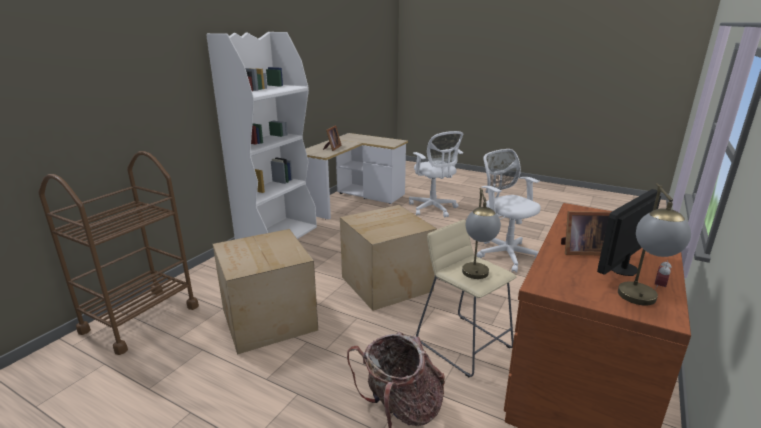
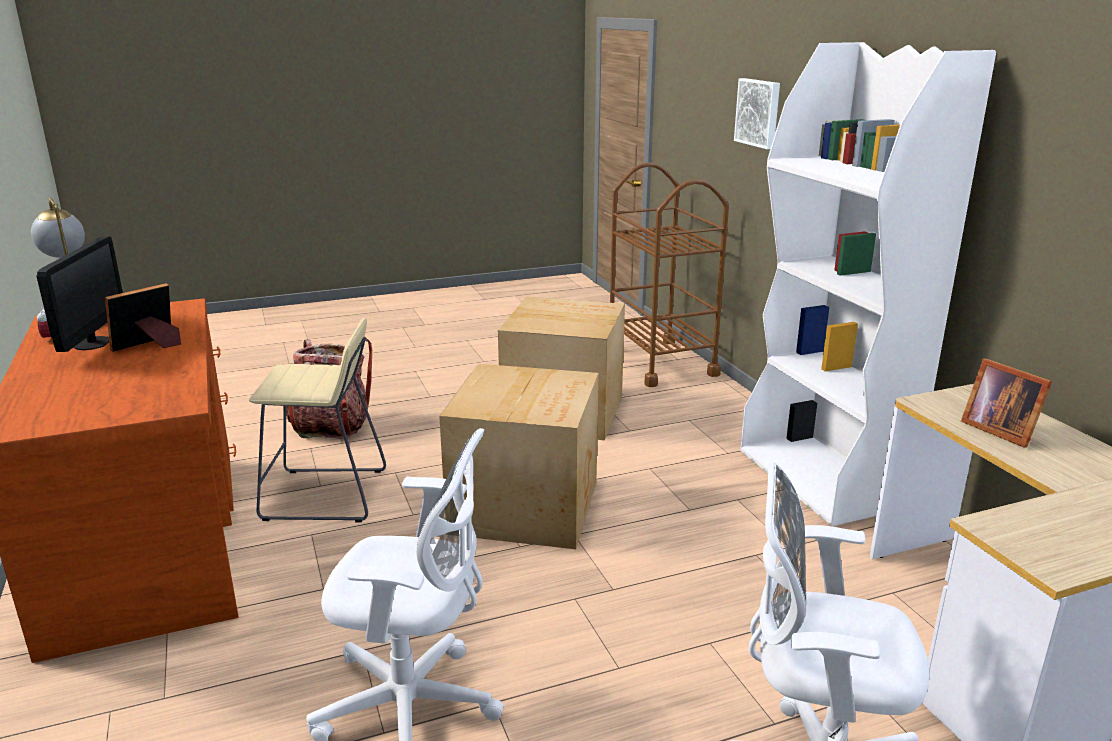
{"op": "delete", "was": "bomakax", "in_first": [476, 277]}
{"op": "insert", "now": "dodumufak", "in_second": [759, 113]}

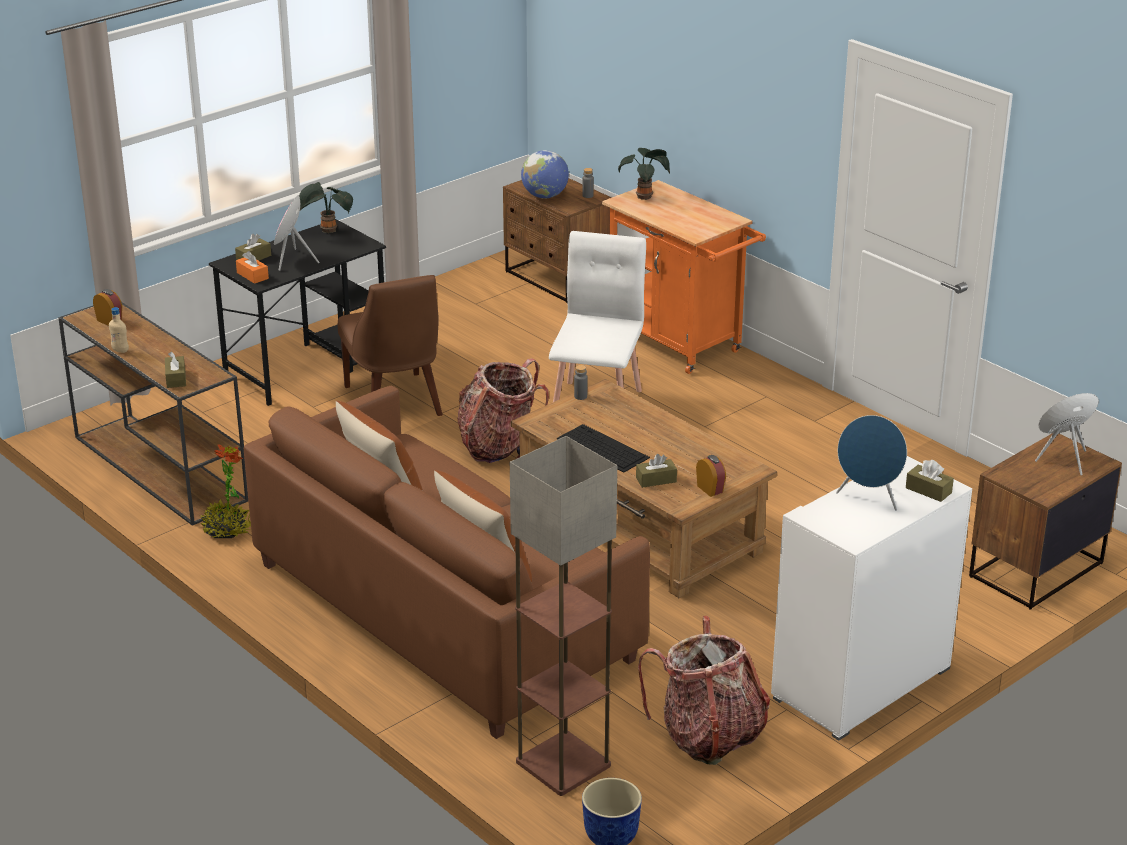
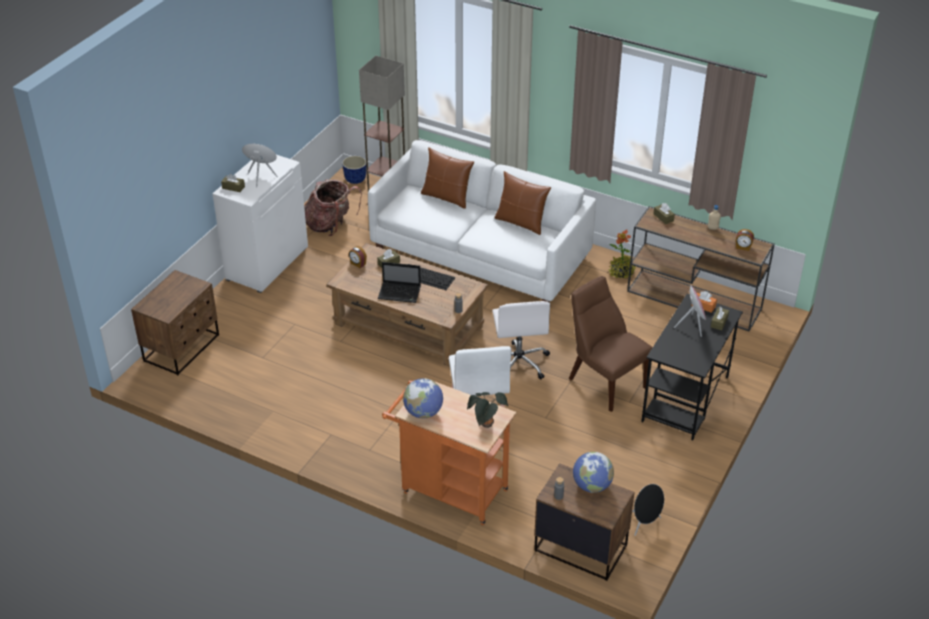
{"op": "delete", "was": "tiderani", "in_first": [327, 231]}
{"op": "replace", "was": "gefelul", "now": "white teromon", "in_first": [499, 446], "in_second": [518, 363]}
{"op": "recolor", "was": "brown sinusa", "now": "white sinusa", "in_first": [443, 611], "in_second": [481, 254]}
{"op": "move", "was": "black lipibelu", "in_first": [1063, 459], "in_second": [644, 524]}
{"op": "insert", "now": "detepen", "in_second": [400, 293]}
{"op": "insert", "now": "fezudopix", "in_second": [423, 412]}

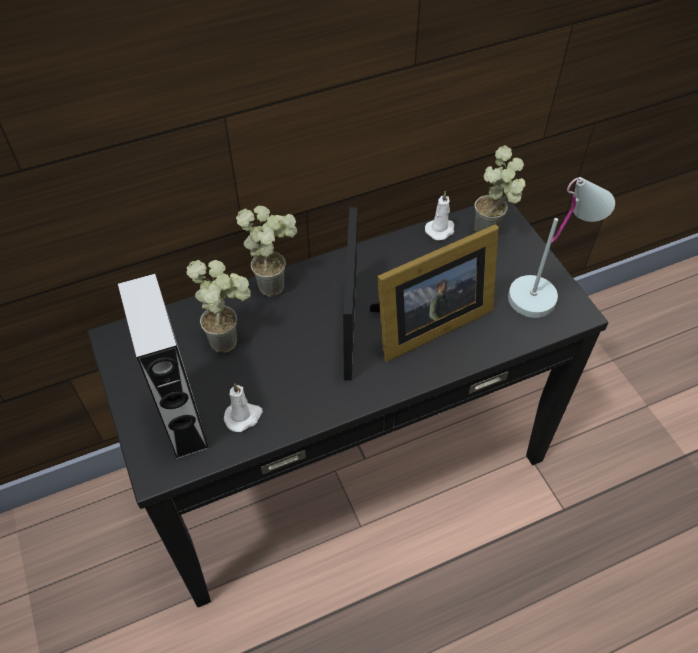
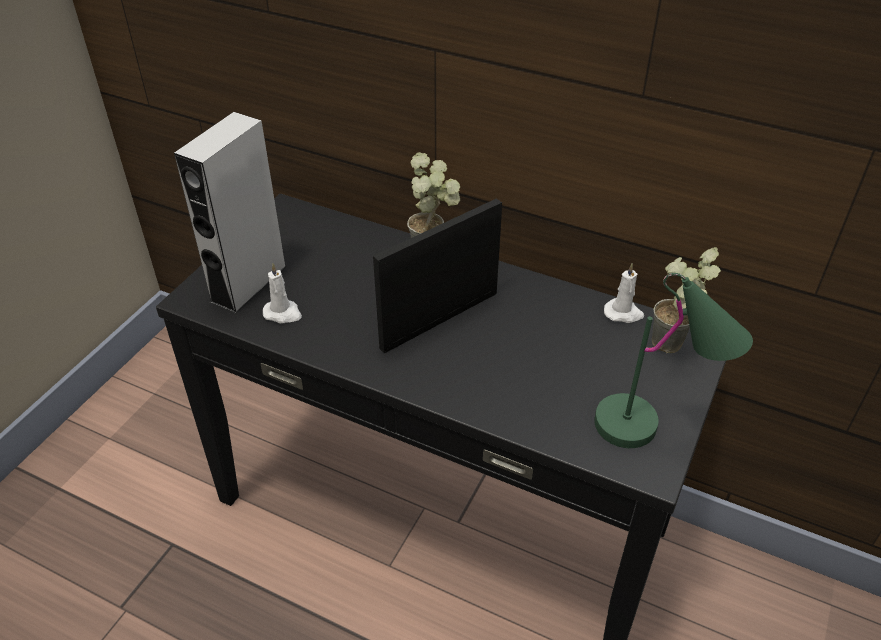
{"op": "recolor", "was": "white bomakax", "now": "green bomakax", "in_first": [548, 288], "in_second": [655, 429]}
{"op": "delete", "was": "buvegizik", "in_first": [426, 324]}
{"op": "delete", "was": "tiderani", "in_first": [230, 338]}

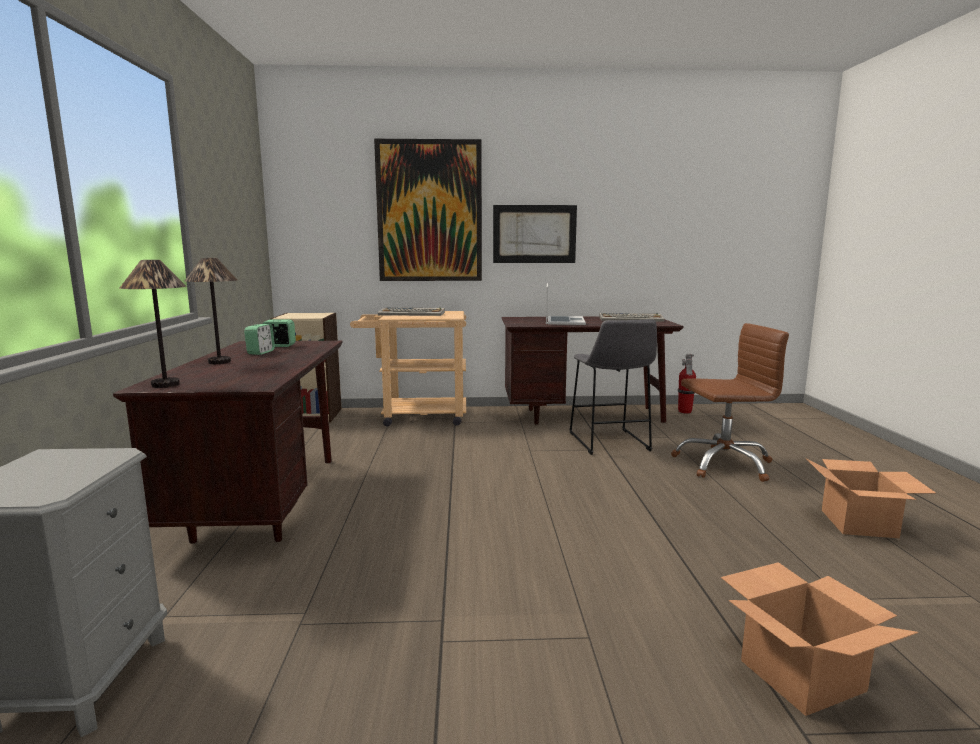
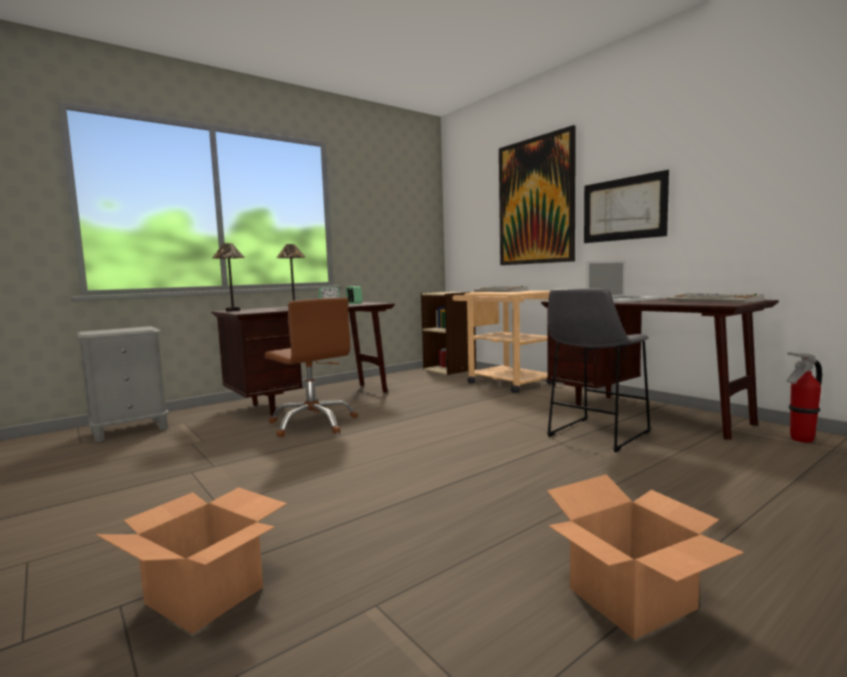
{"op": "move", "was": "brown teromon", "in_first": [723, 464], "in_second": [313, 423]}

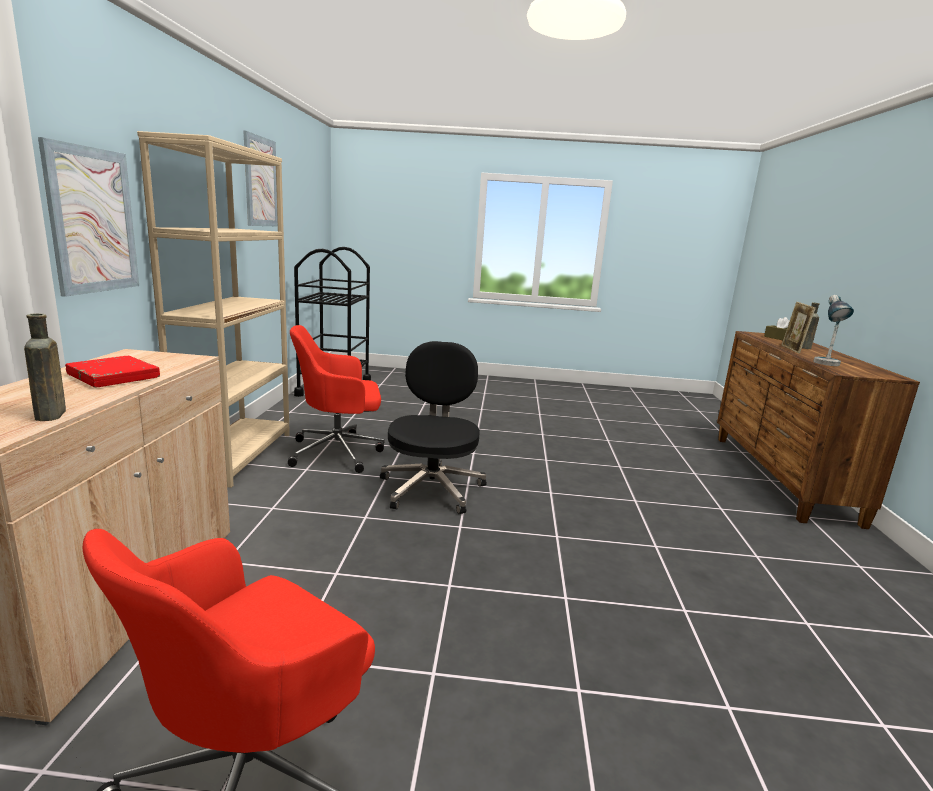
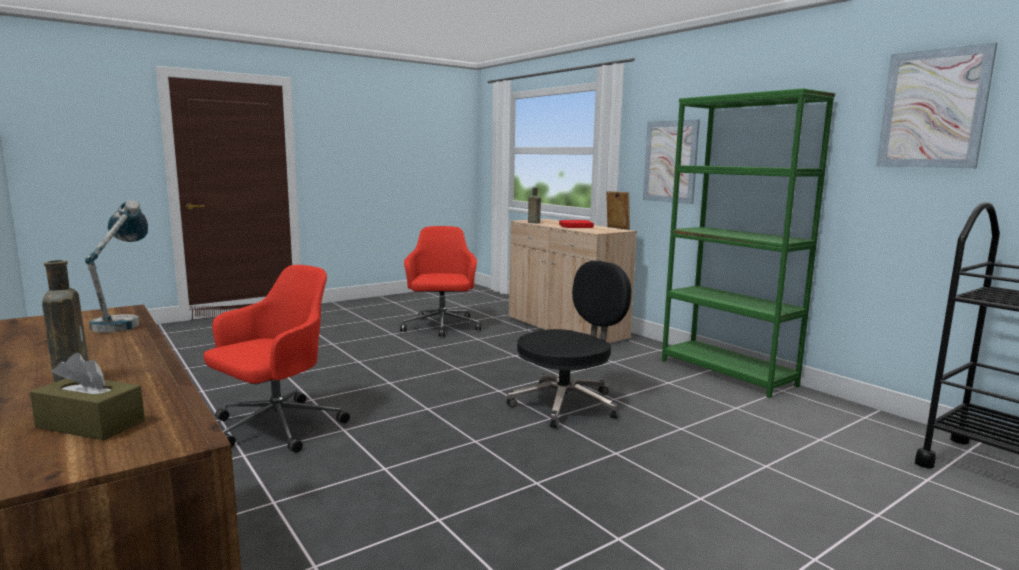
{"op": "recolor", "was": "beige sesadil", "now": "green sesadil", "in_first": [237, 455], "in_second": [727, 373]}
{"op": "move", "was": "buvegizik", "in_first": [792, 349], "in_second": [617, 228]}
{"op": "move", "was": "red teromon", "in_first": [338, 452], "in_second": [276, 427]}
{"op": "rotate", "was": "black teromon", "in_first": [432, 488], "in_second": [567, 404], "clockwise": -90}

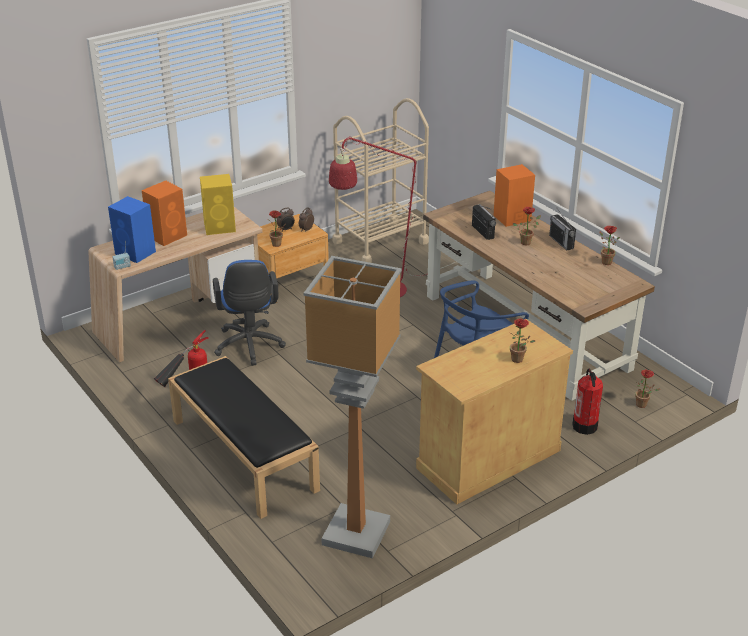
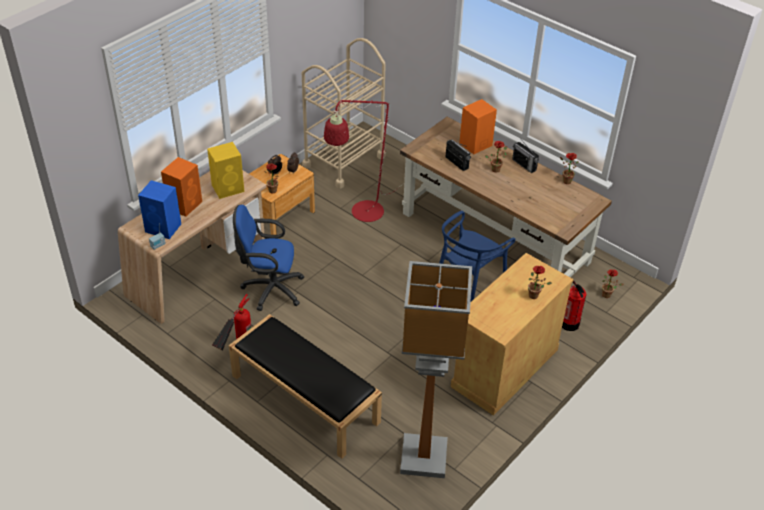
{"op": "rotate", "was": "blue teromon", "in_first": [249, 347], "in_second": [269, 289], "clockwise": 120}

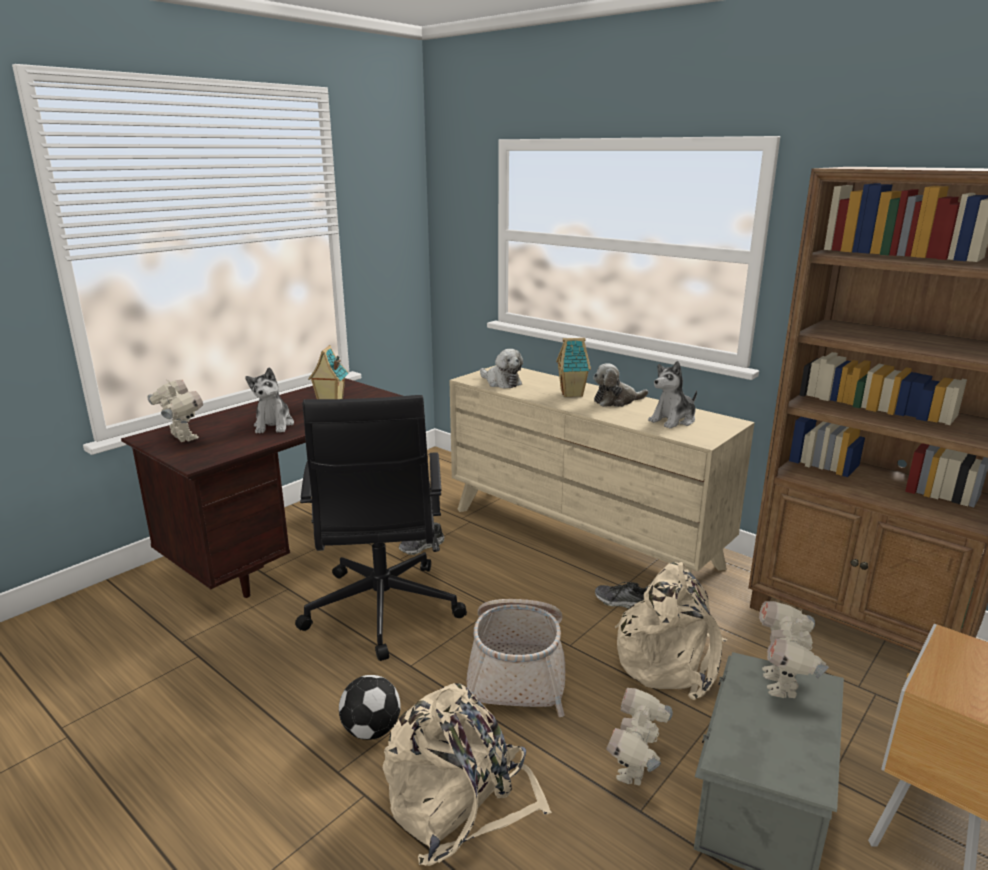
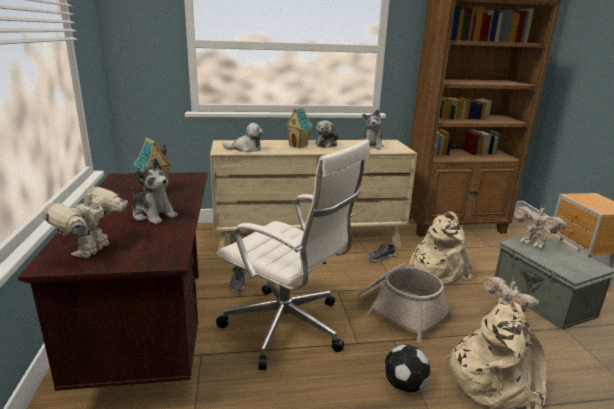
{"op": "rotate", "was": "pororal", "in_first": [182, 438], "in_second": [94, 251], "clockwise": -75}
{"op": "recolor", "was": "black teromon", "now": "white teromon", "in_first": [382, 611], "in_second": [288, 328]}

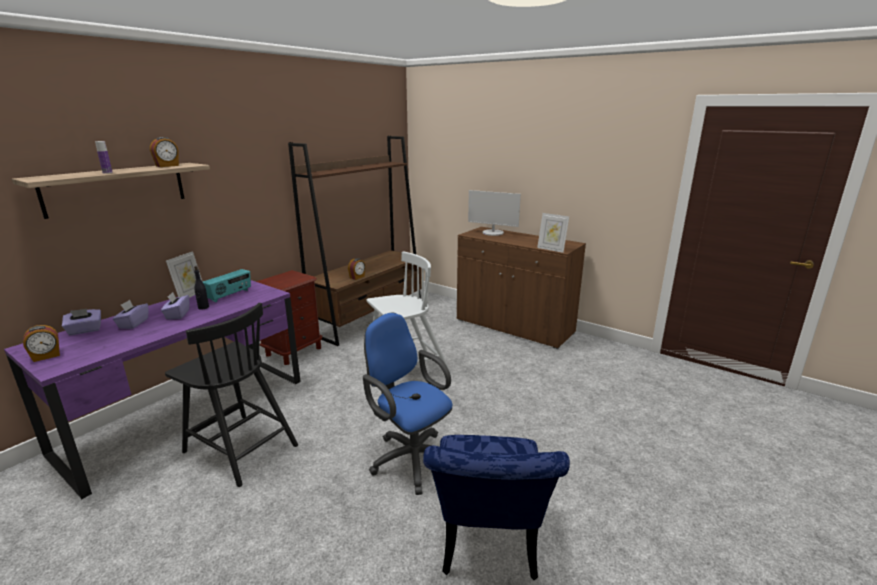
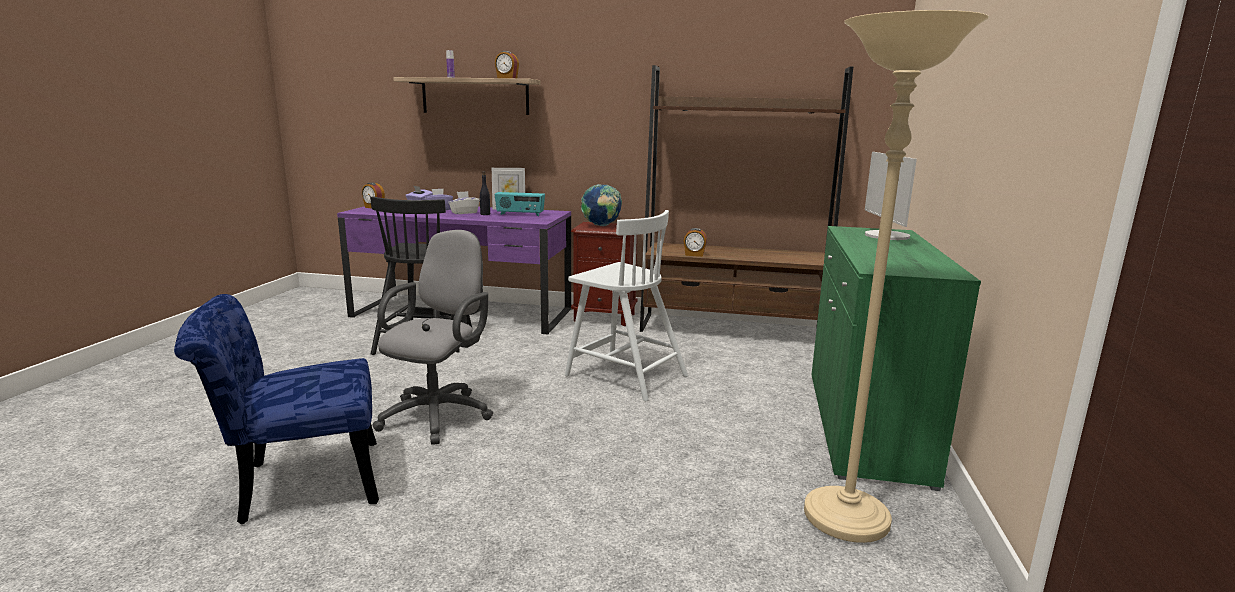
{"op": "delete", "was": "buvegizik", "in_first": [551, 249]}
{"op": "recolor", "was": "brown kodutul", "now": "green kodutul", "in_first": [514, 326], "in_second": [864, 425]}
{"op": "recolor", "was": "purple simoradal", "now": "white simoradal", "in_first": [177, 315], "in_second": [464, 212]}
{"op": "recolor", "was": "blue teromon", "now": "grey teromon", "in_first": [410, 457], "in_second": [440, 414]}
{"op": "insert", "now": "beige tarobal", "in_second": [846, 519]}
{"op": "insert", "now": "fezudopix", "in_second": [601, 226]}

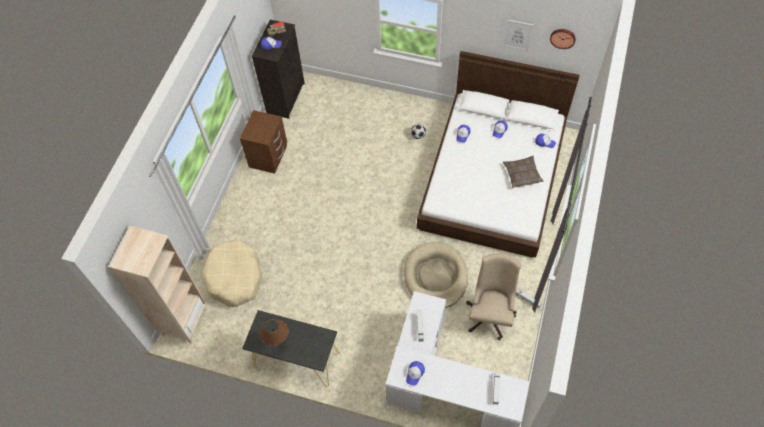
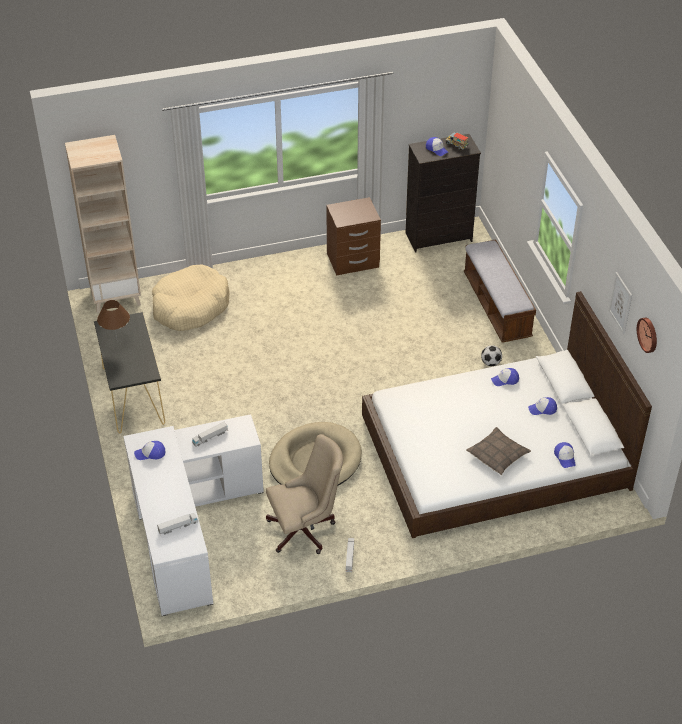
{"op": "insert", "now": "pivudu", "in_second": [496, 306]}

